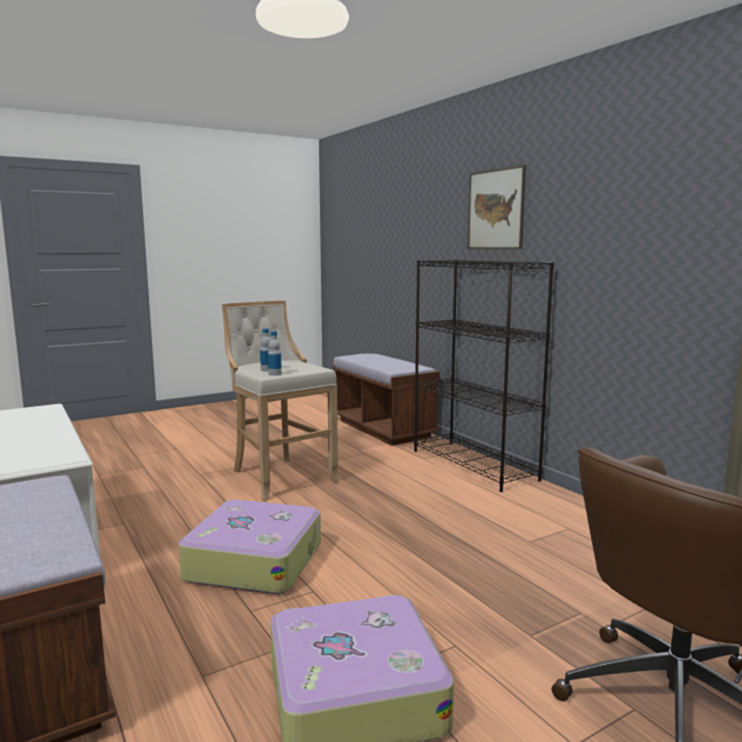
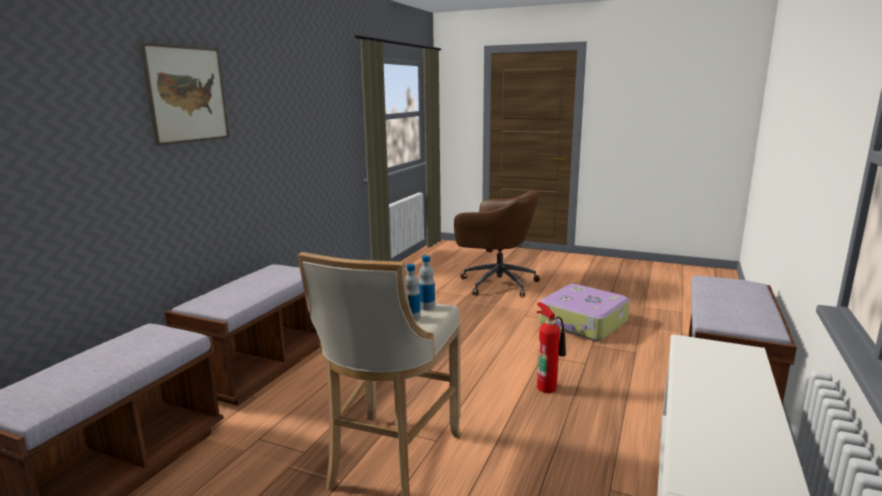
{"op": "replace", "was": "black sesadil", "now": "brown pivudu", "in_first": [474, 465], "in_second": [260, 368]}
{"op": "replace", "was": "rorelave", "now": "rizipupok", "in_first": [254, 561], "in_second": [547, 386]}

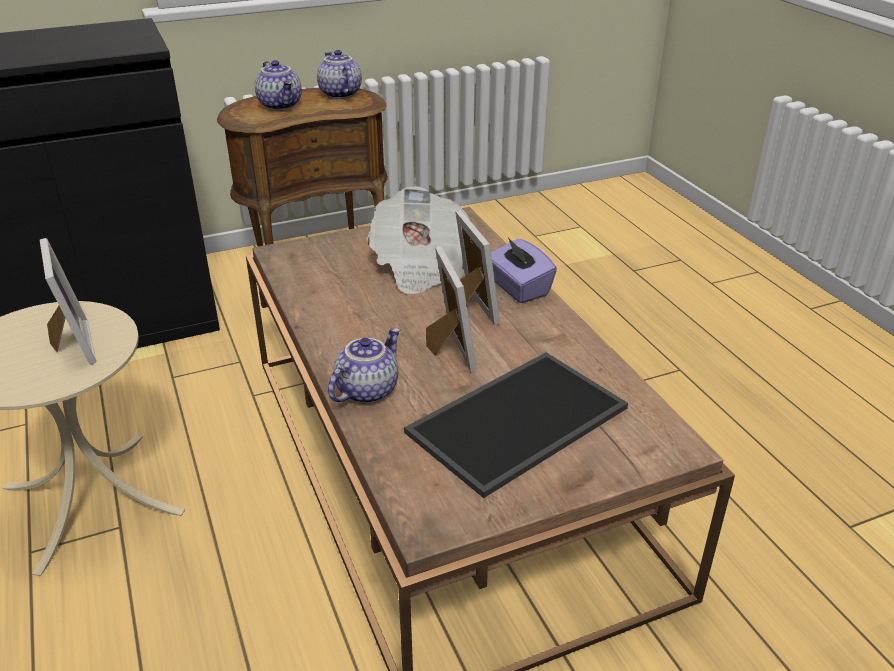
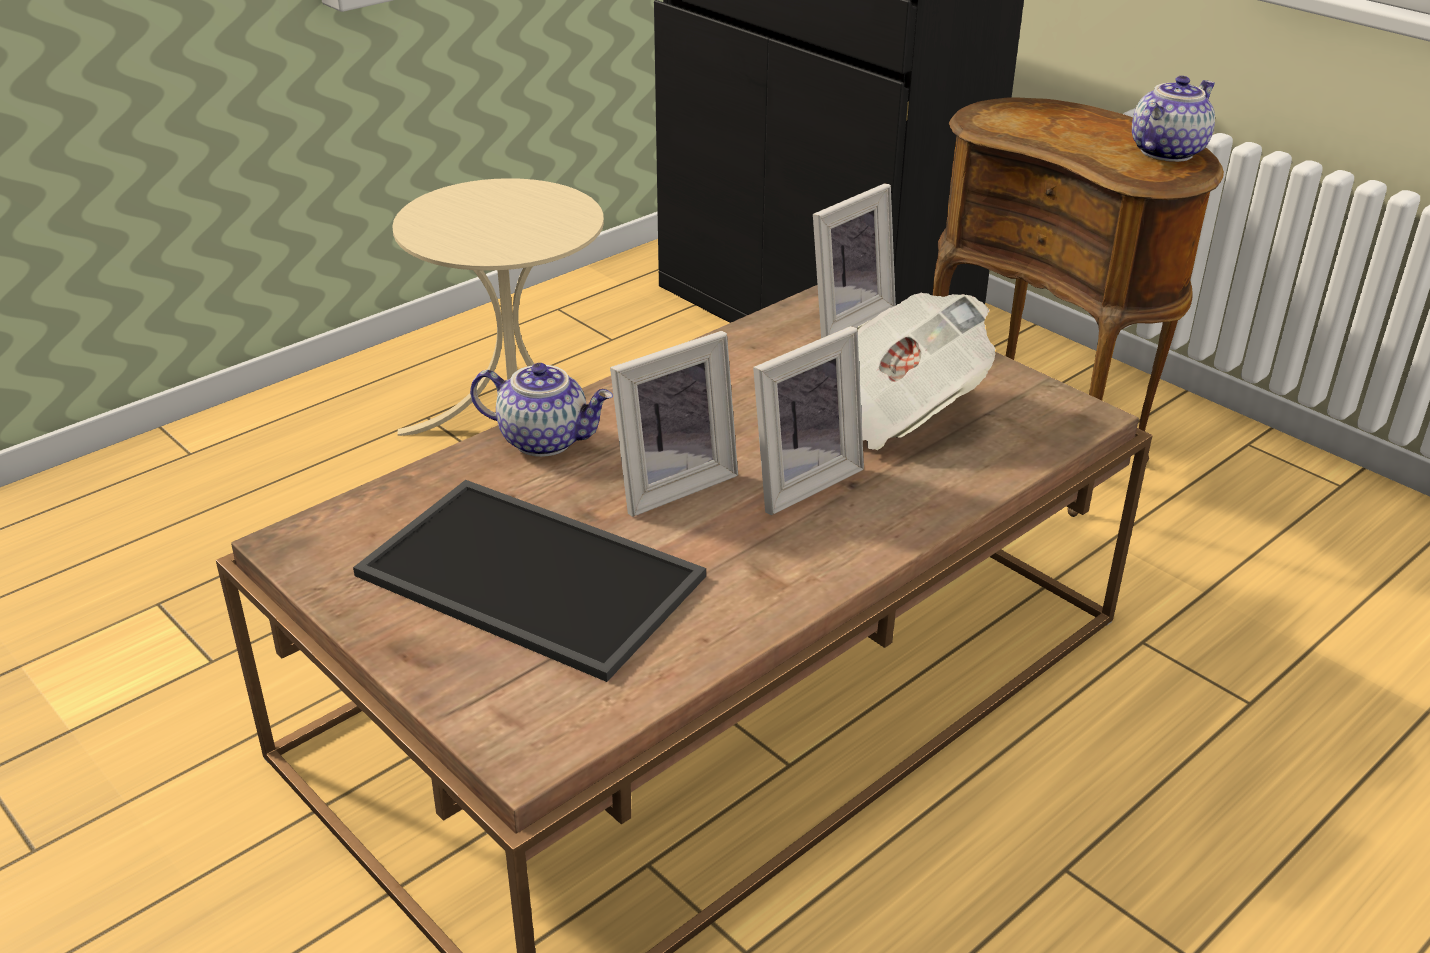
{"op": "delete", "was": "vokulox", "in_first": [281, 105]}
{"op": "move", "was": "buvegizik", "in_first": [71, 346], "in_second": [844, 318]}
{"op": "delete", "was": "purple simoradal", "in_first": [518, 288]}

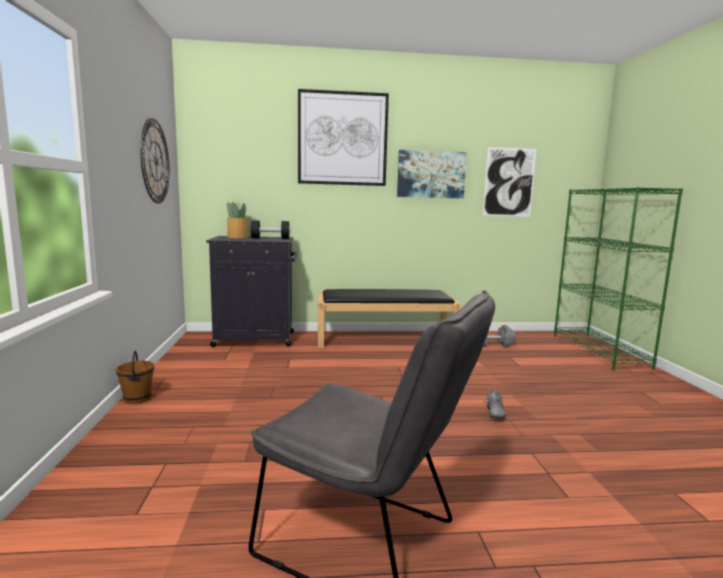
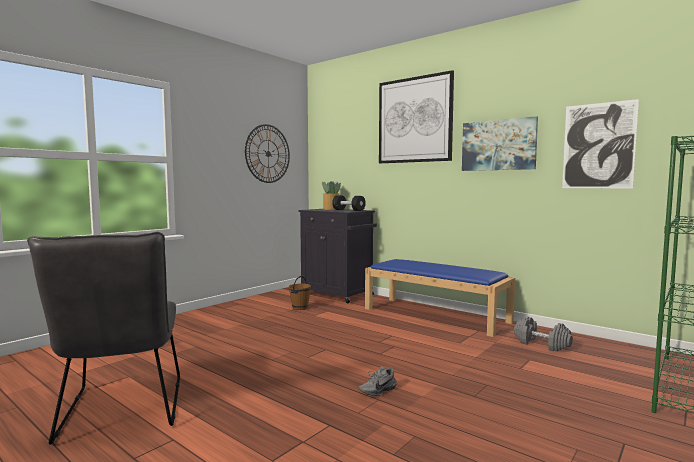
{"op": "recolor", "was": "black pivudu", "now": "blue pivudu", "in_first": [386, 339], "in_second": [436, 315]}
{"op": "move", "was": "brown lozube", "in_first": [136, 399], "in_second": [299, 308]}

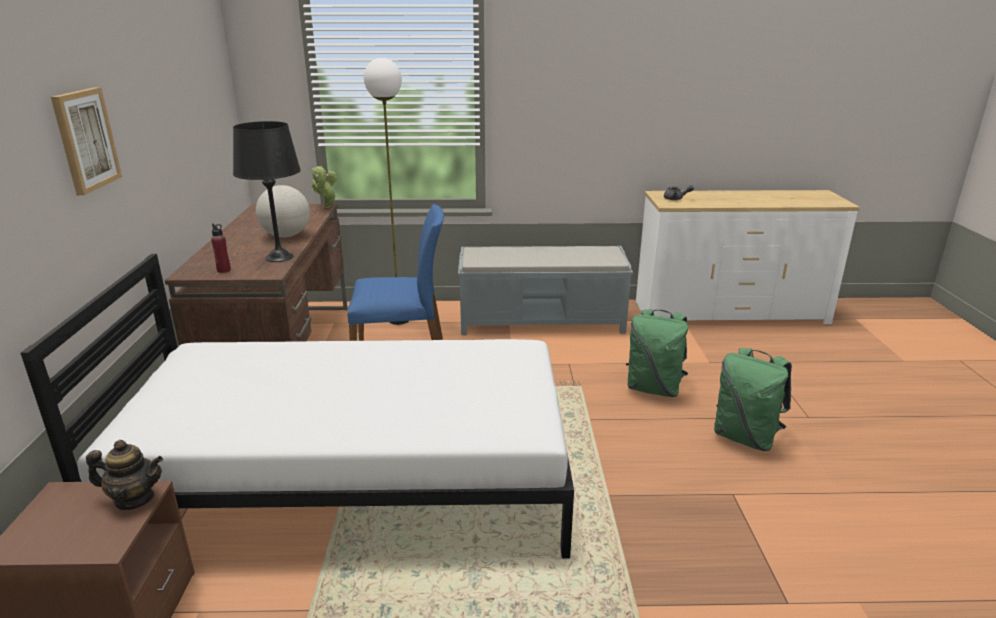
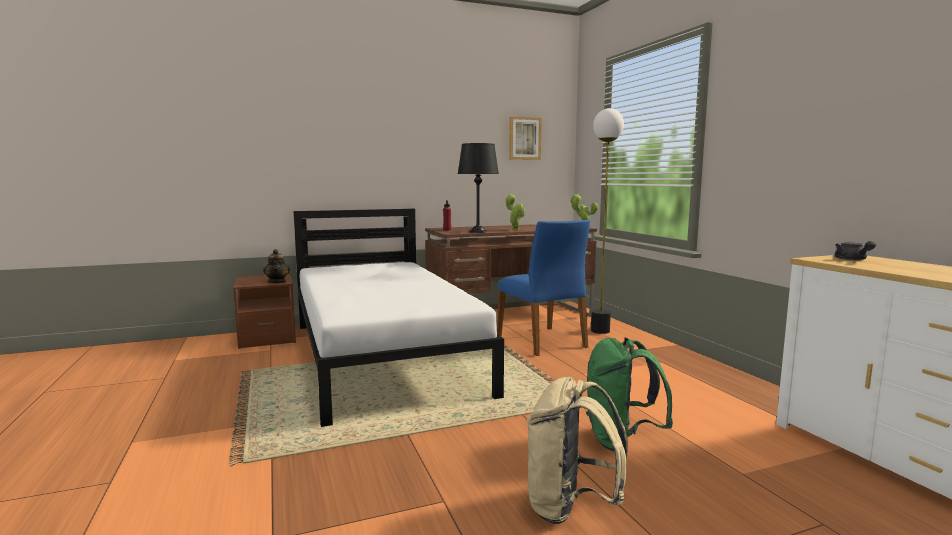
{"op": "move", "was": "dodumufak", "in_first": [85, 140], "in_second": [524, 138]}
{"op": "replace", "was": "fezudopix", "now": "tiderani", "in_first": [286, 236], "in_second": [515, 229]}
{"op": "delete", "was": "grey pivudu", "in_first": [542, 322]}
{"op": "recolor", "was": "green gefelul", "now": "beige gefelul", "in_first": [745, 437], "in_second": [570, 507]}

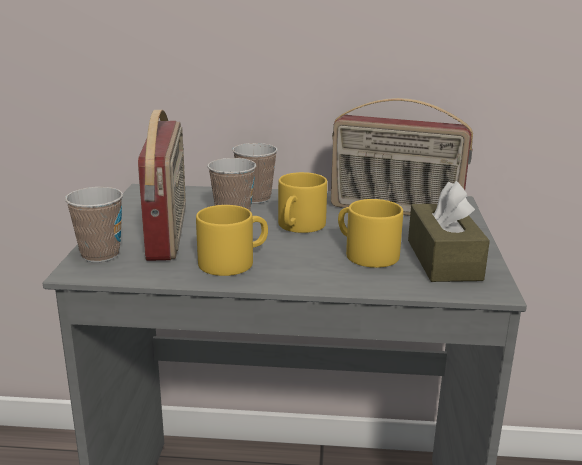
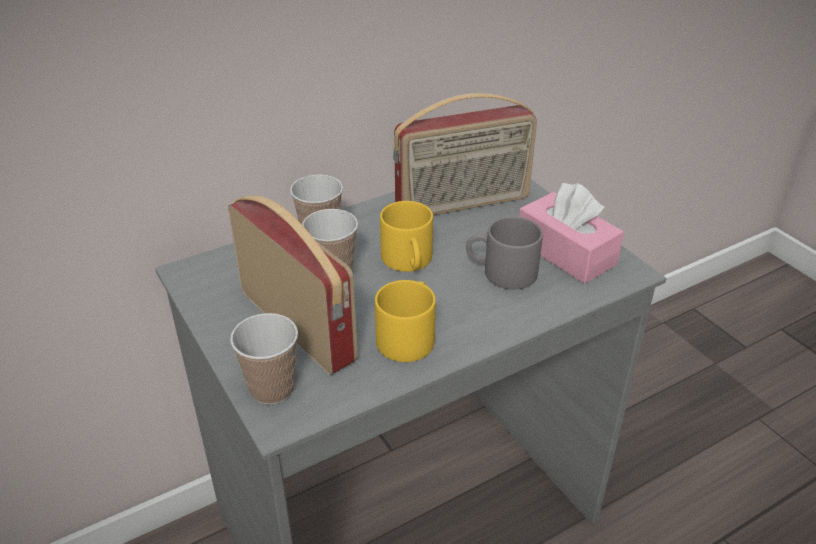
{"op": "recolor", "was": "brown simoradal", "now": "pink simoradal", "in_first": [443, 260], "in_second": [565, 252]}
{"op": "recolor", "was": "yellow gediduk", "now": "grey gediduk", "in_first": [364, 253], "in_second": [501, 273]}

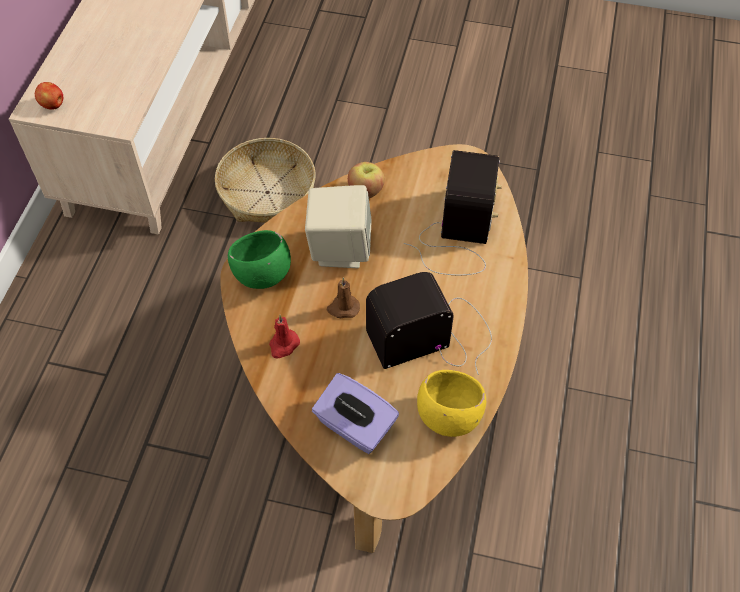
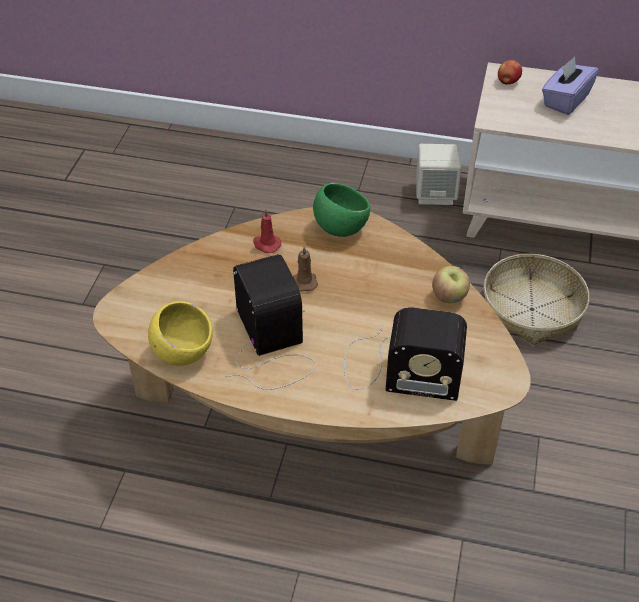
{"op": "move", "was": "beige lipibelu", "in_first": [339, 248], "in_second": [435, 194]}
{"op": "move", "was": "purple simoradal", "in_first": [355, 426], "in_second": [565, 100]}

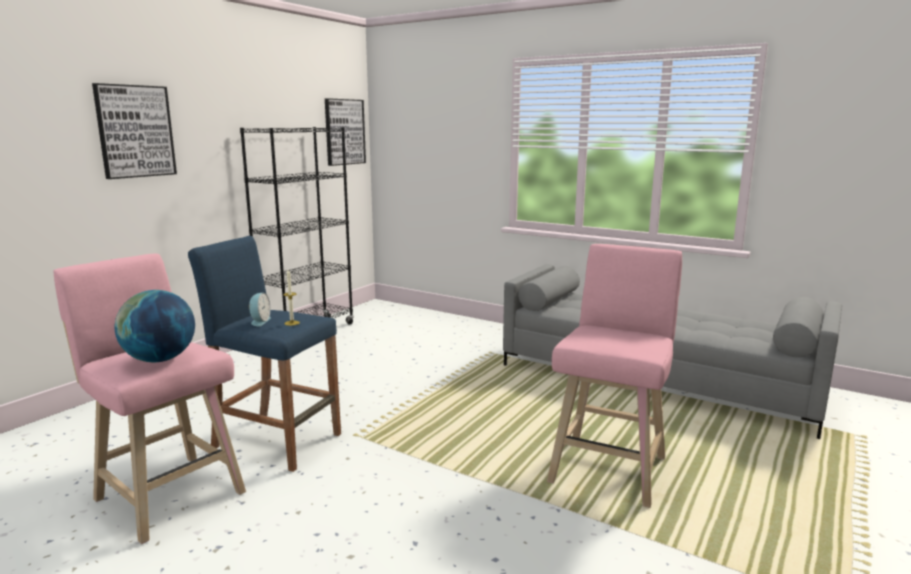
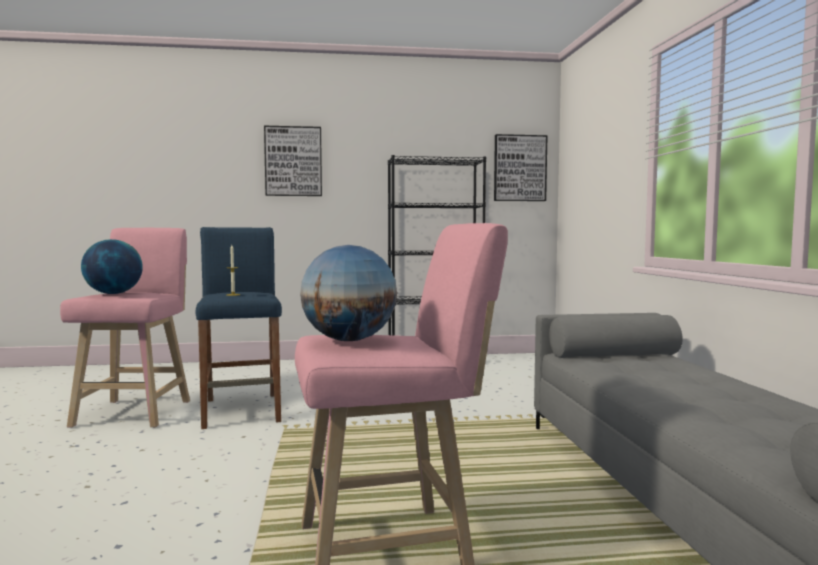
{"op": "delete", "was": "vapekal", "in_first": [259, 321]}
{"op": "insert", "now": "fezudopix", "in_second": [348, 340]}

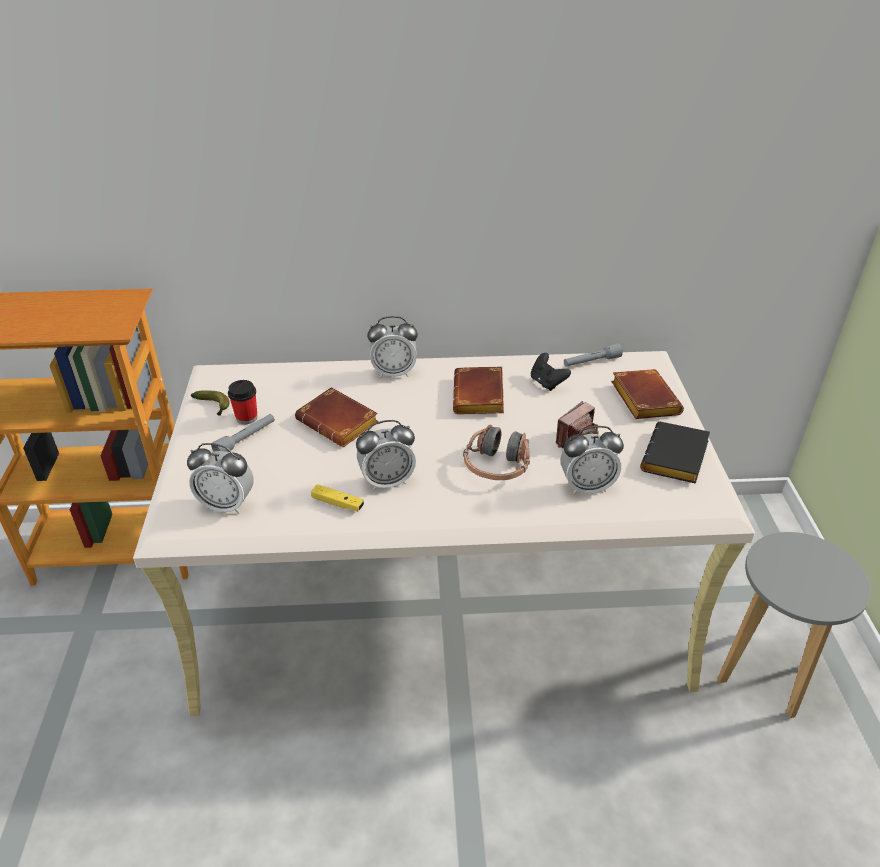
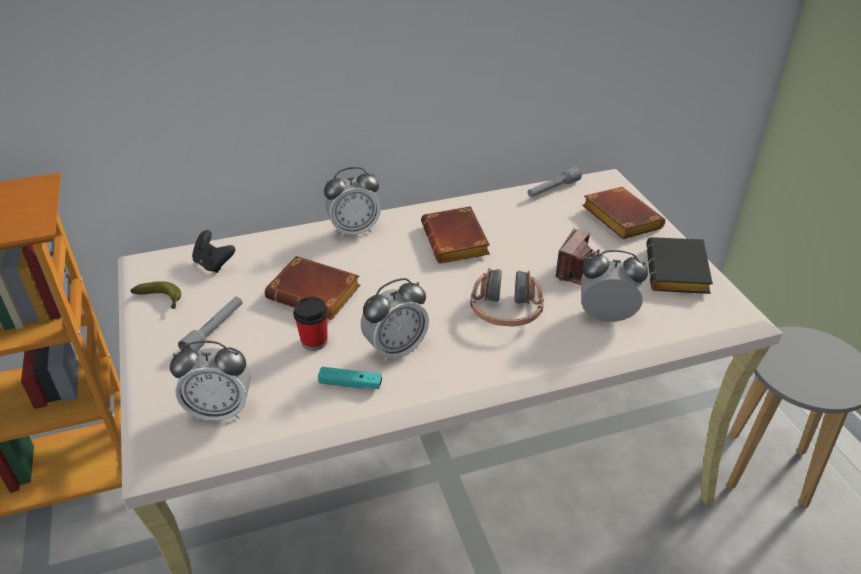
{"op": "move", "was": "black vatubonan", "in_first": [547, 383], "in_second": [214, 264]}
{"op": "move", "was": "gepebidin", "in_first": [246, 418], "in_second": [314, 341]}
{"op": "rotate", "was": "vapekal", "in_first": [587, 487], "in_second": [606, 316], "clockwise": -150}
{"op": "recolor", "was": "yellow vatubonan", "now": "turquoise vatubonan", "in_first": [338, 503], "in_second": [350, 384]}

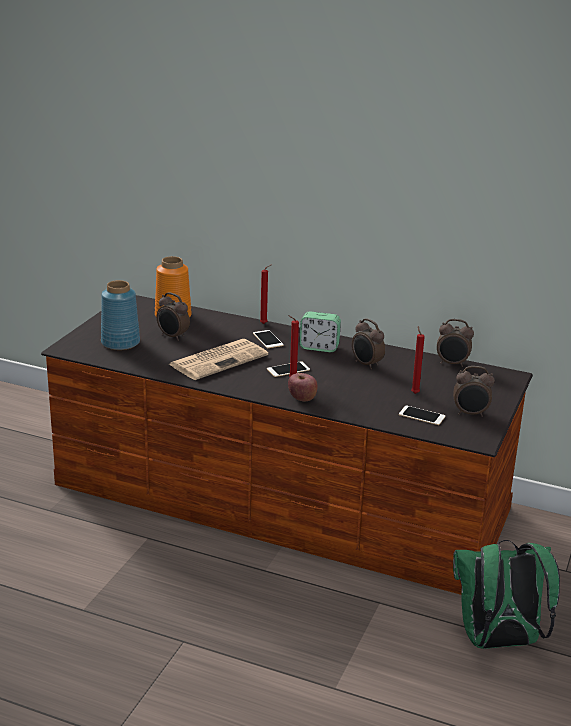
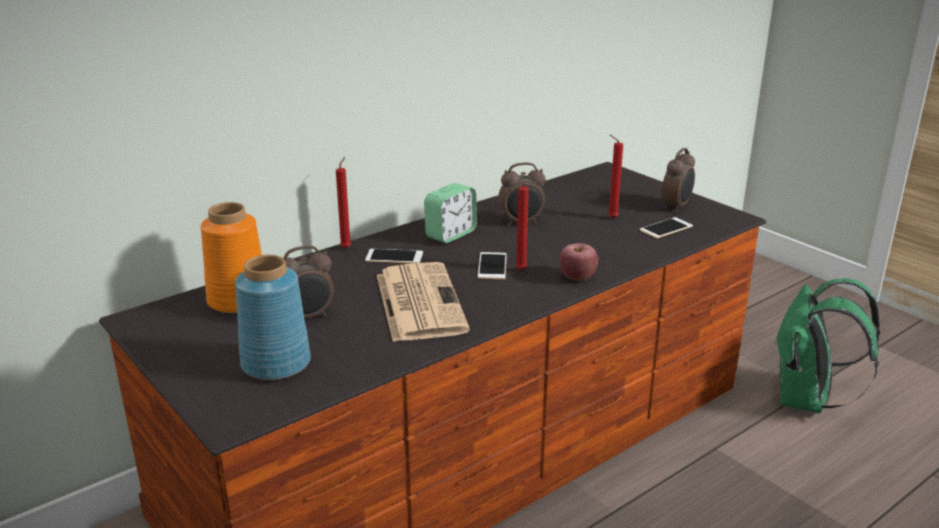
{"op": "delete", "was": "vapekal", "in_first": [452, 364]}

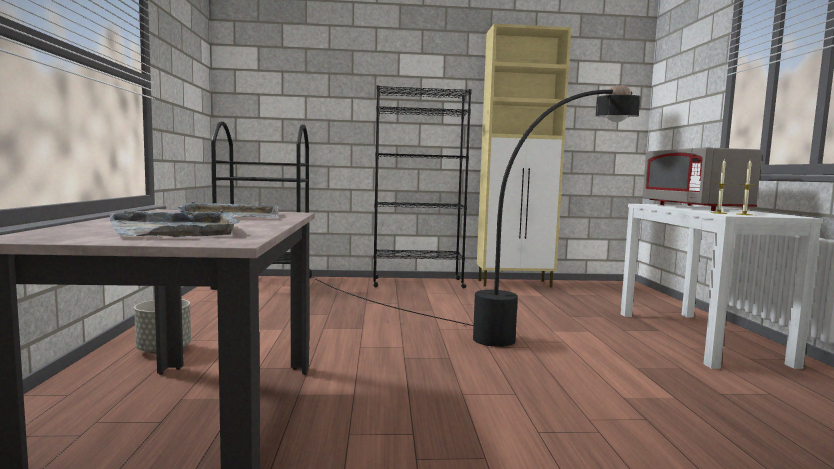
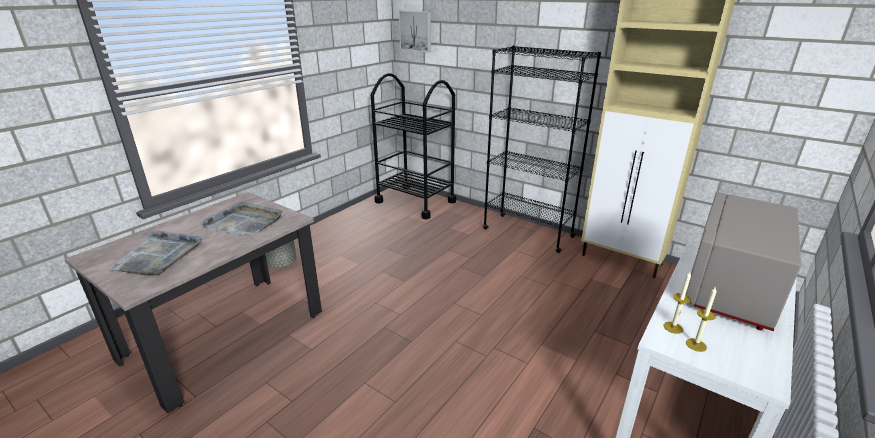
{"op": "delete", "was": "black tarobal", "in_first": [516, 327]}
{"op": "insert", "now": "dodumufak", "in_second": [416, 31]}

